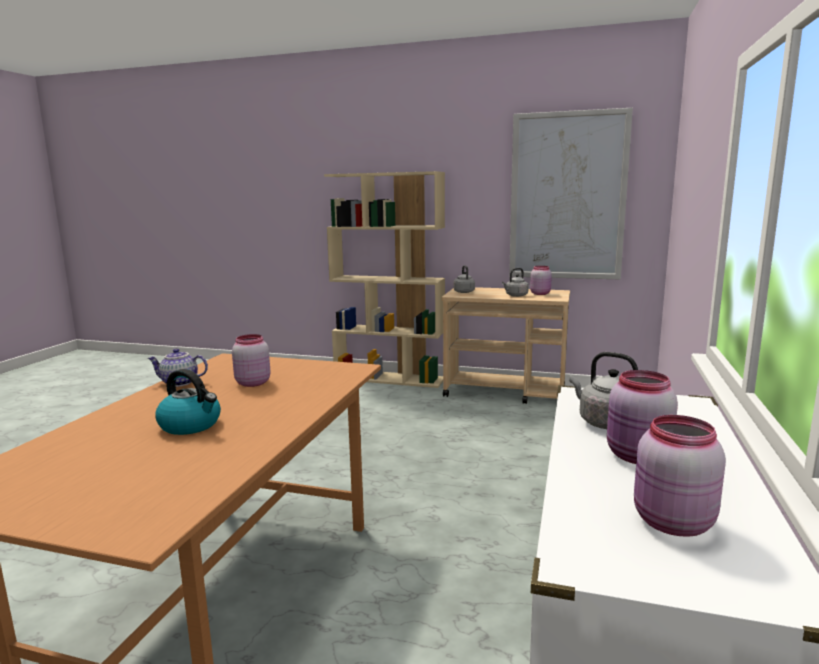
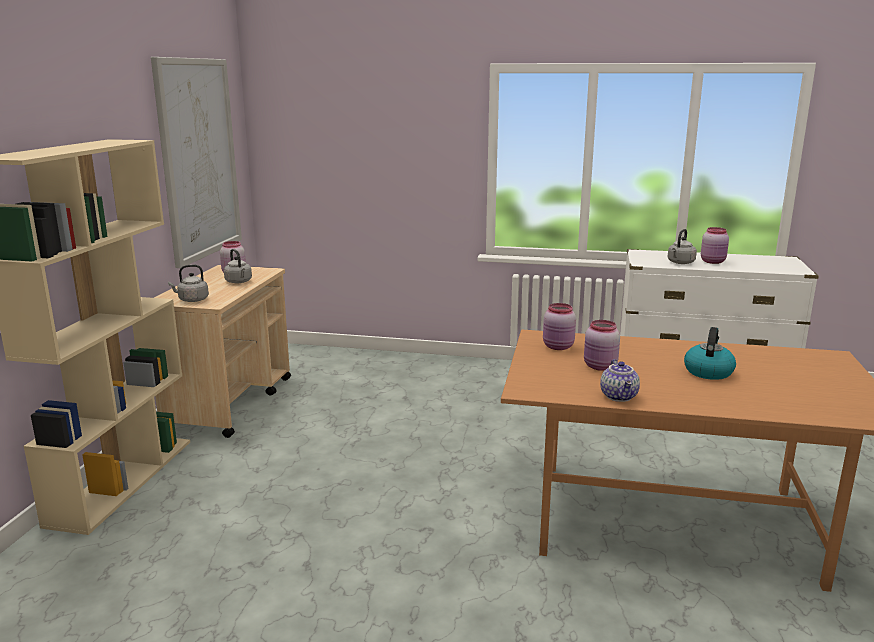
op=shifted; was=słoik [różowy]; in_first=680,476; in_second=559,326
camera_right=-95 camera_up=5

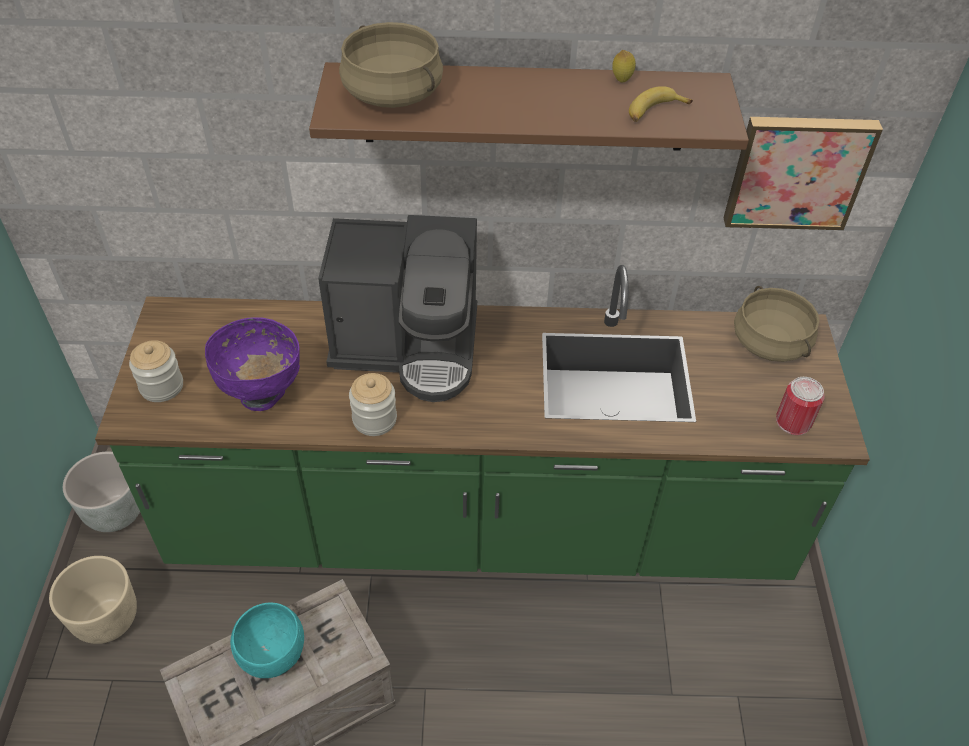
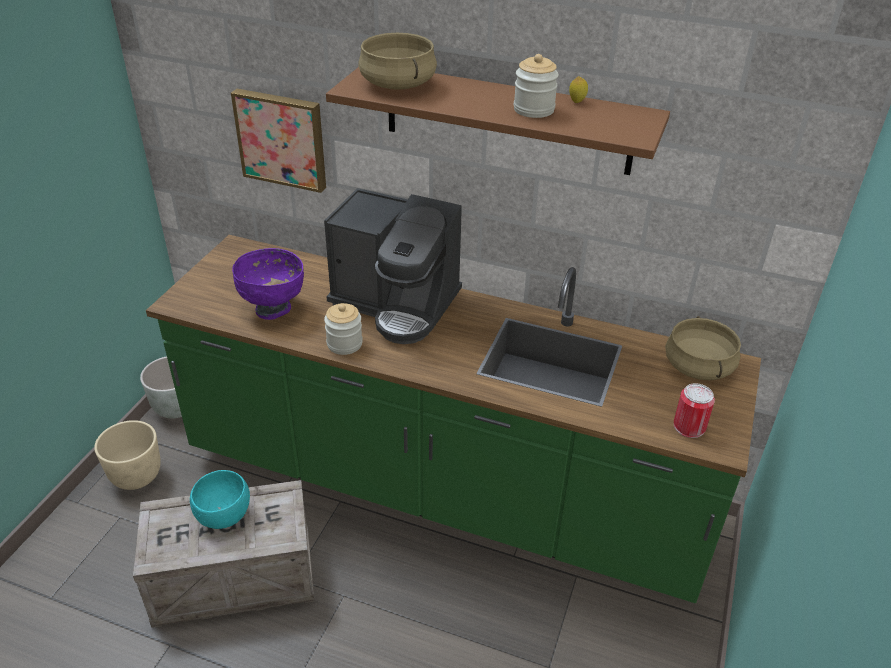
op=gone; was=banan; in_first=661,104
op=shifted; was=obraz; in_first=803,173; in_second=278,141
op=shifted; was=słoik; in_first=156,371; in_second=536,86
camera_right=20 camera_up=-10

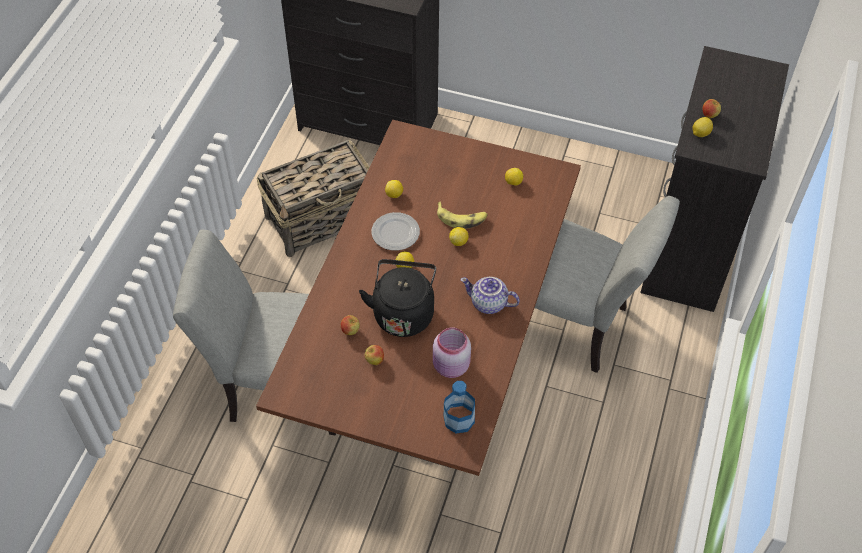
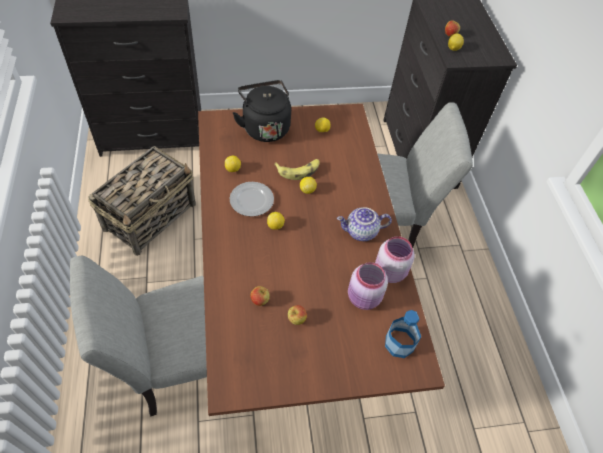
op=shifted; was=czajnik [czarny]; in_first=397,298; in_second=262,111
op=new; now=słoik [różowy]; in_second=395,259
camera_right=-30 camera_up=0

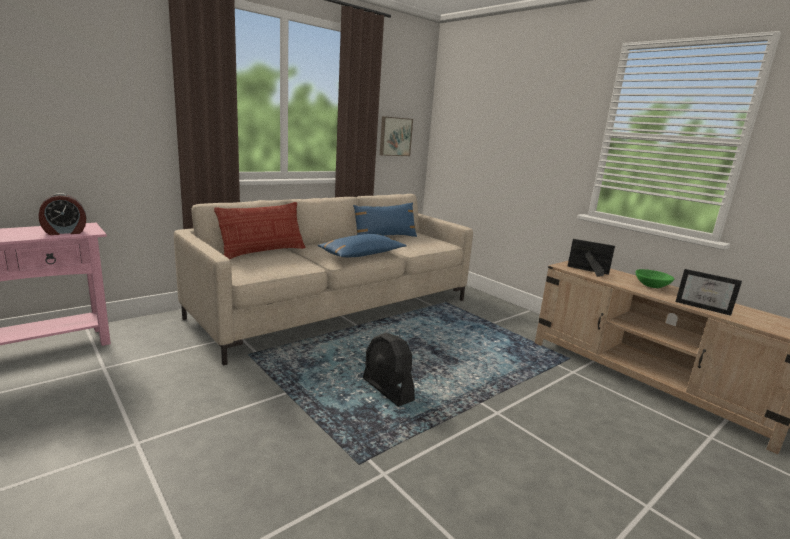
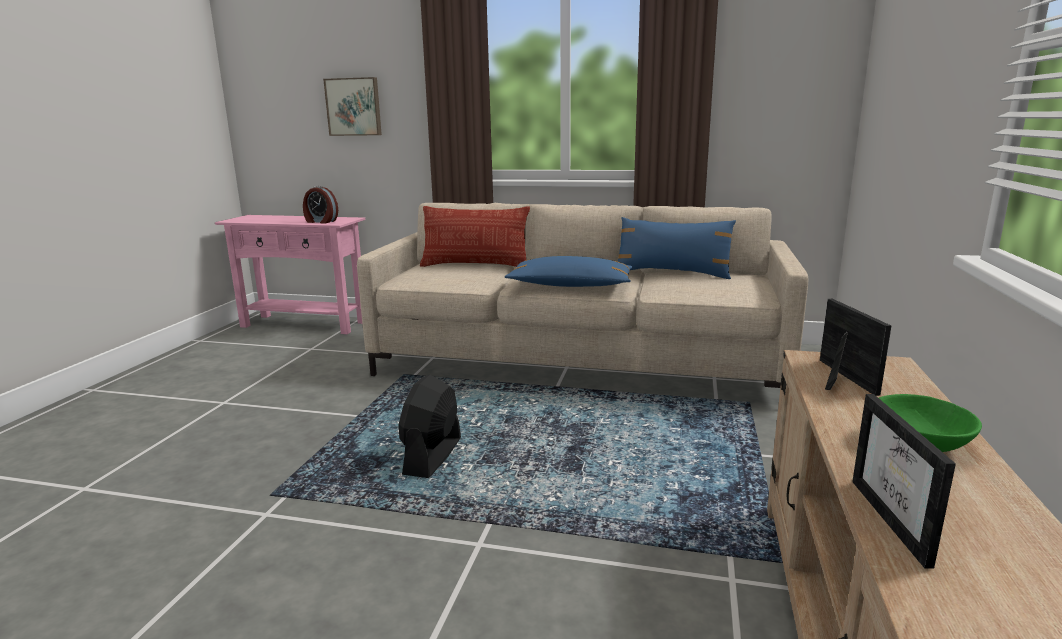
op=shifted; was=obraz; in_first=396,136; in_second=352,106
camera_right=55 camera_up=0

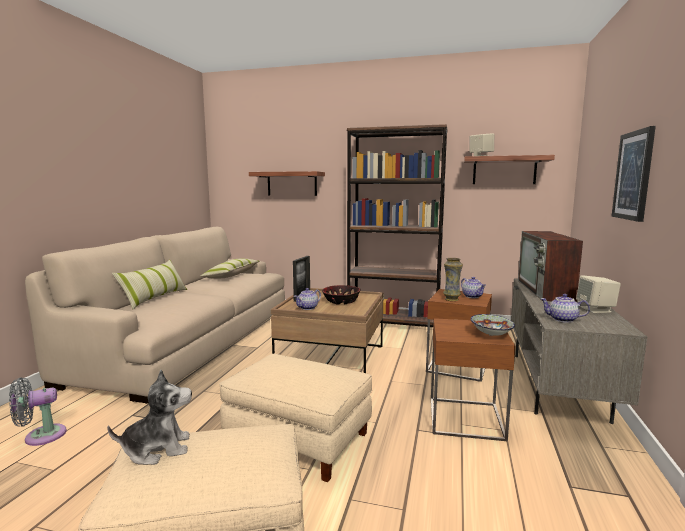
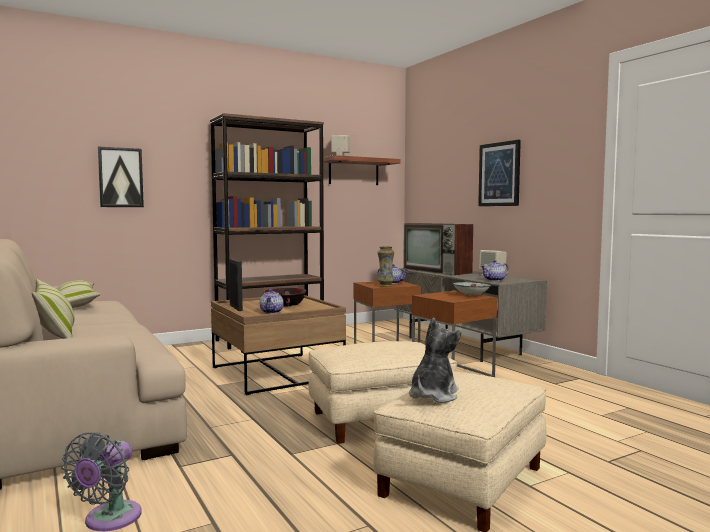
op=swapped; was=półka; now=obraz; in_first=287,183; in_second=121,176
camera_right=-45 camera_up=-5

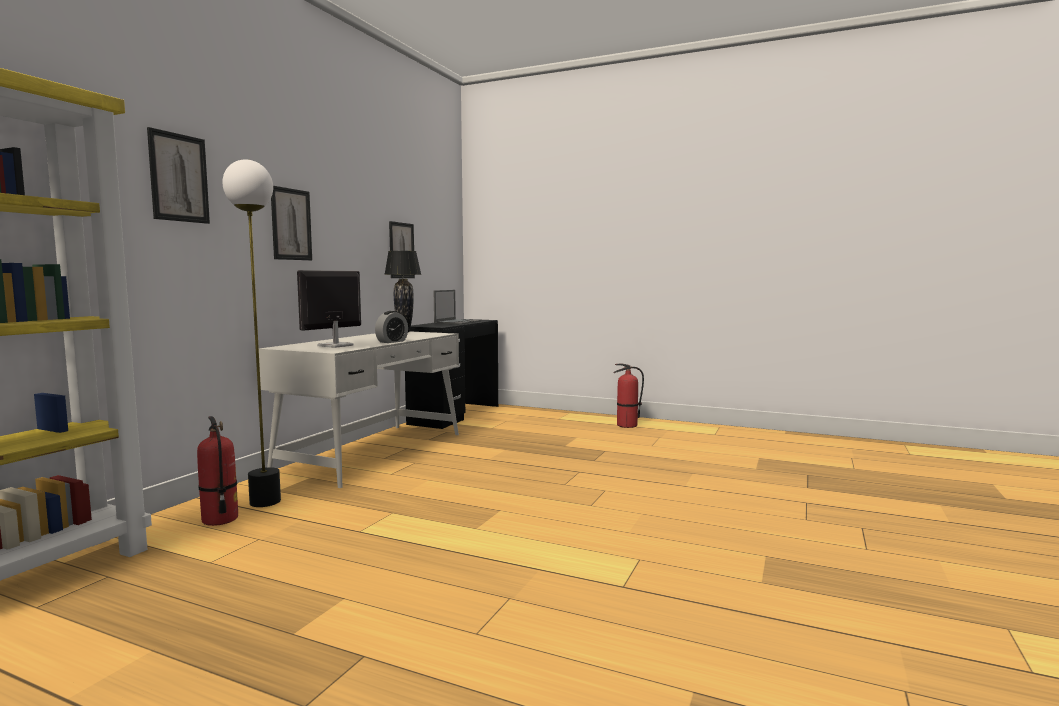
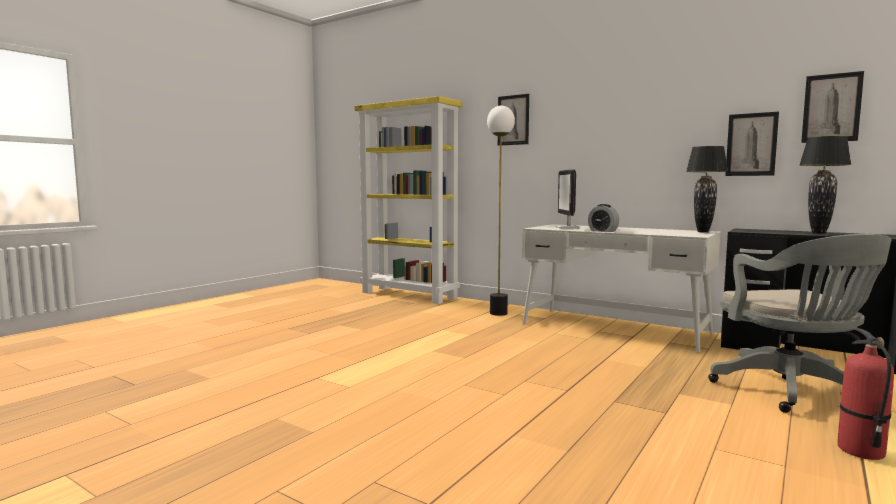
op=shifted; was=obraz; in_first=291,223; in_second=832,107
op=rotated; was=monitor; in_first=329,309; in_second=567,199; clockwise=-135
op=swapped; was=laptop; now=lampa stołowa [czarny]; in_first=457,307; in_second=825,185
op=gone; was=gaśnica; in_first=217,471
op=new; now=krzesło biurowe [szary]; in_second=800,323
camera_right=100 camera_up=0

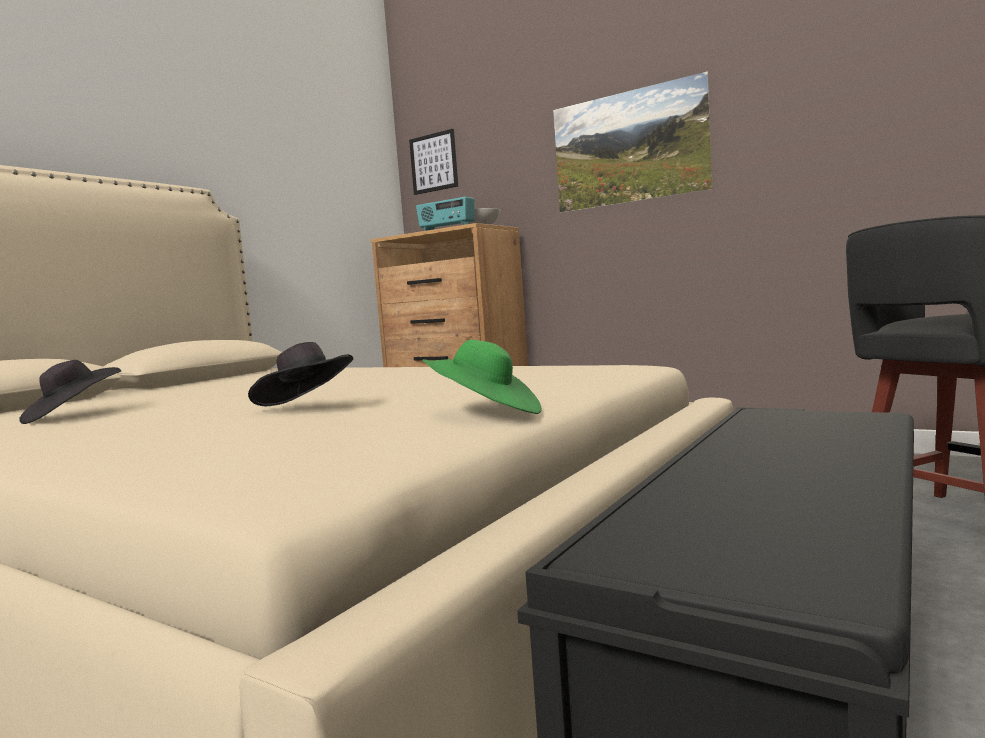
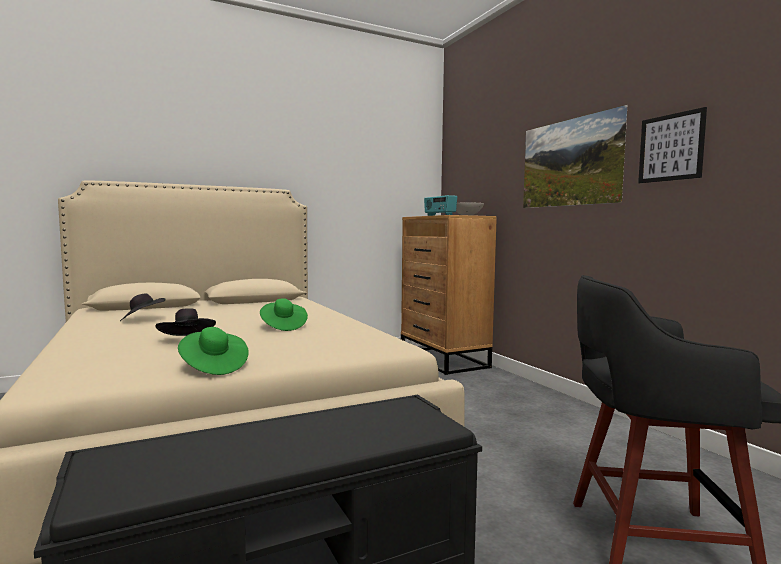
op=shifted; was=obraz; in_first=433,162; in_second=672,145
op=new; now=kapelusz [zielony]; in_second=284,314
camera_right=30 camera_up=0

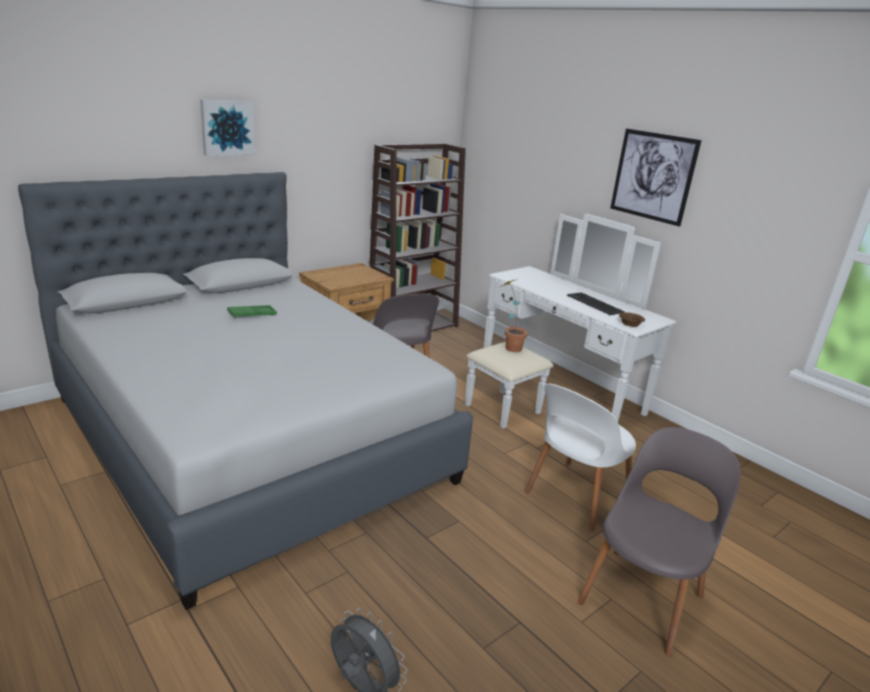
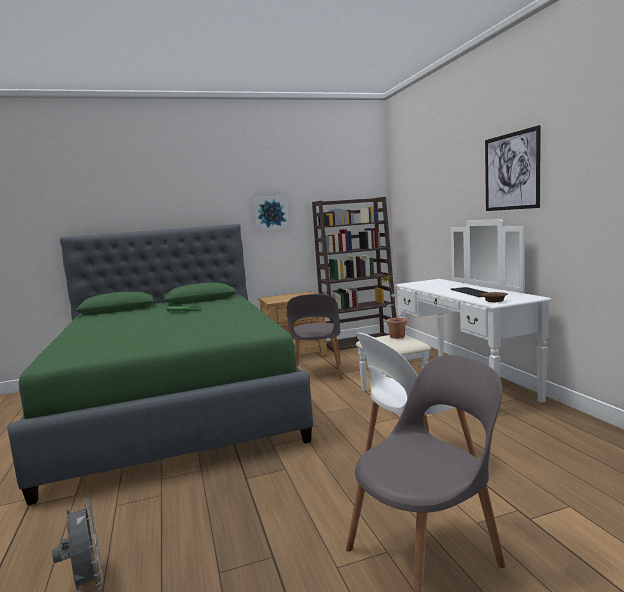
op=shifted; was=obraz; in_first=227,128; in_second=271,213
op=repainted; was=łóżko [szary]; now=łóżko [zielony]; in_first=245,391; in_second=160,364
camera_right=25 camera_up=-15

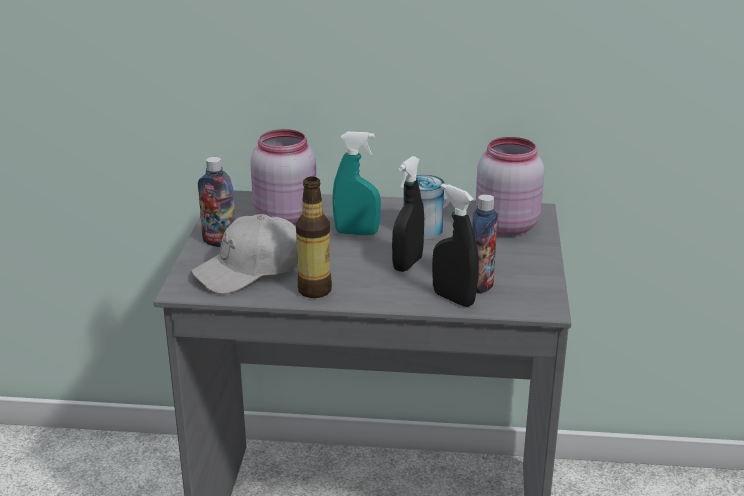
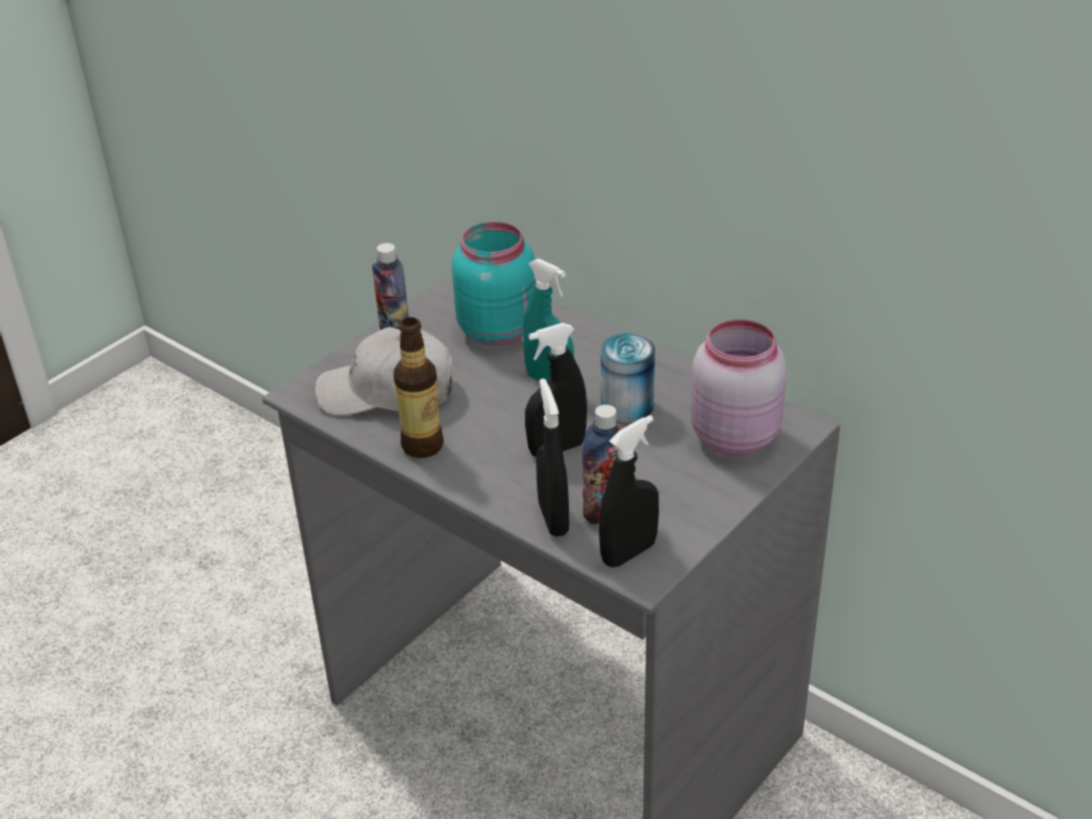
op=repainted; was=słoik [różowy]; now=słoik [turkusowy]; in_first=283,177; in_second=494,284
op=new; now=spryskiwacz [czarny]; in_second=629,491
camera_right=35 camera_up=10

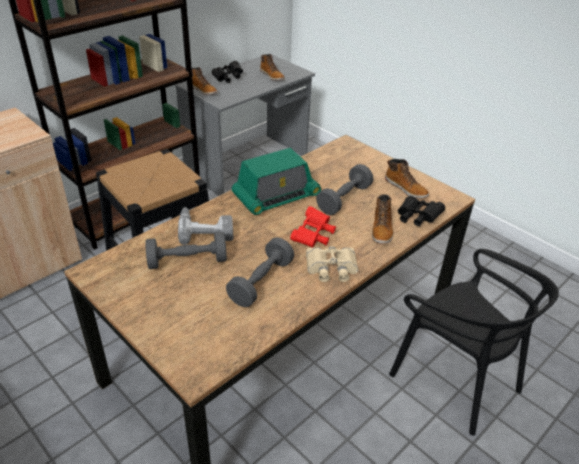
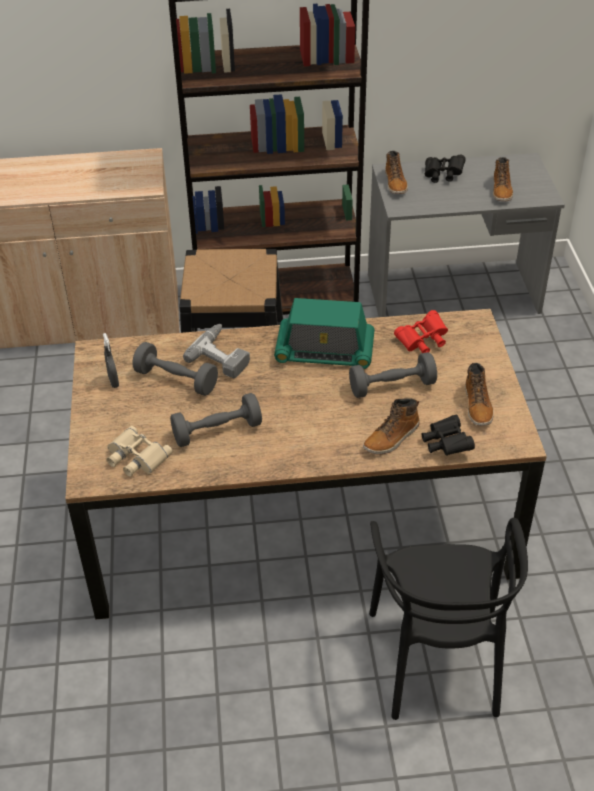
op=shifted; was=lornetka [czerwony]; in_first=313,227; in_second=421,331
op=shifted; was=lornetka [beżowy]; in_first=332,264; in_second=139,451
op=new; now=spryskiwacz [szary]; in_second=111,360
camera_right=40 camera_up=5

